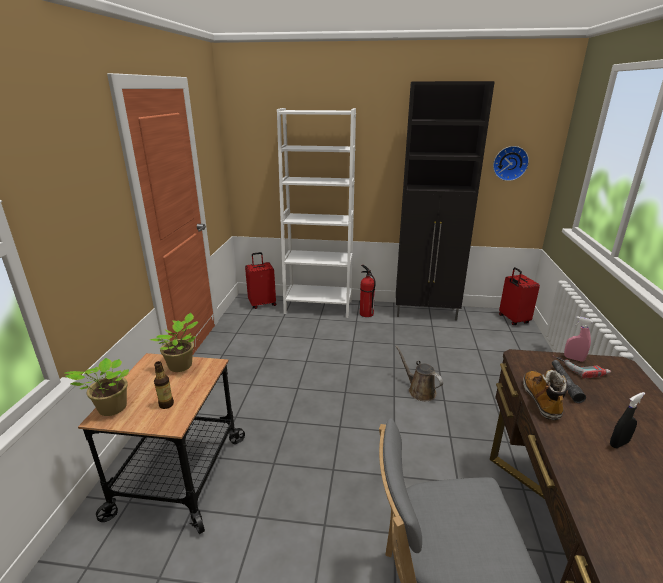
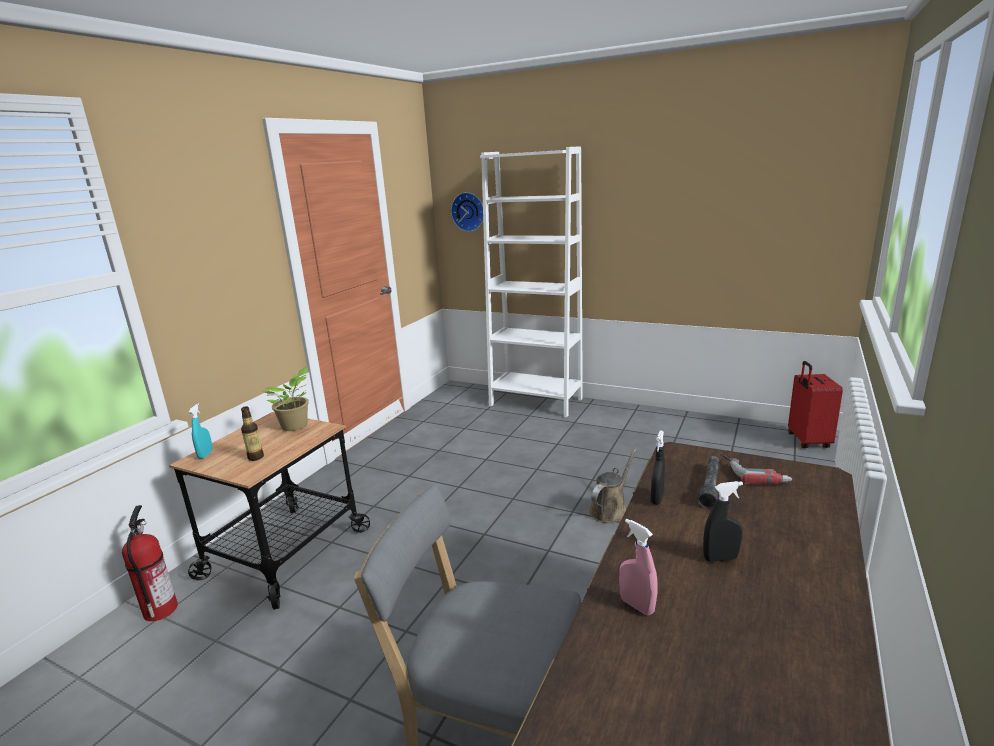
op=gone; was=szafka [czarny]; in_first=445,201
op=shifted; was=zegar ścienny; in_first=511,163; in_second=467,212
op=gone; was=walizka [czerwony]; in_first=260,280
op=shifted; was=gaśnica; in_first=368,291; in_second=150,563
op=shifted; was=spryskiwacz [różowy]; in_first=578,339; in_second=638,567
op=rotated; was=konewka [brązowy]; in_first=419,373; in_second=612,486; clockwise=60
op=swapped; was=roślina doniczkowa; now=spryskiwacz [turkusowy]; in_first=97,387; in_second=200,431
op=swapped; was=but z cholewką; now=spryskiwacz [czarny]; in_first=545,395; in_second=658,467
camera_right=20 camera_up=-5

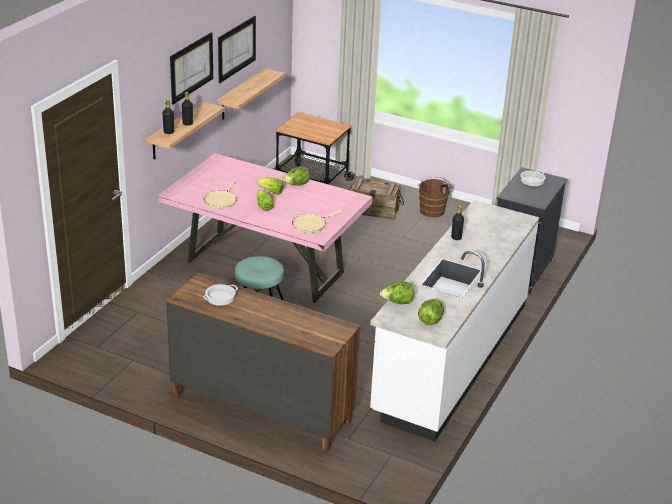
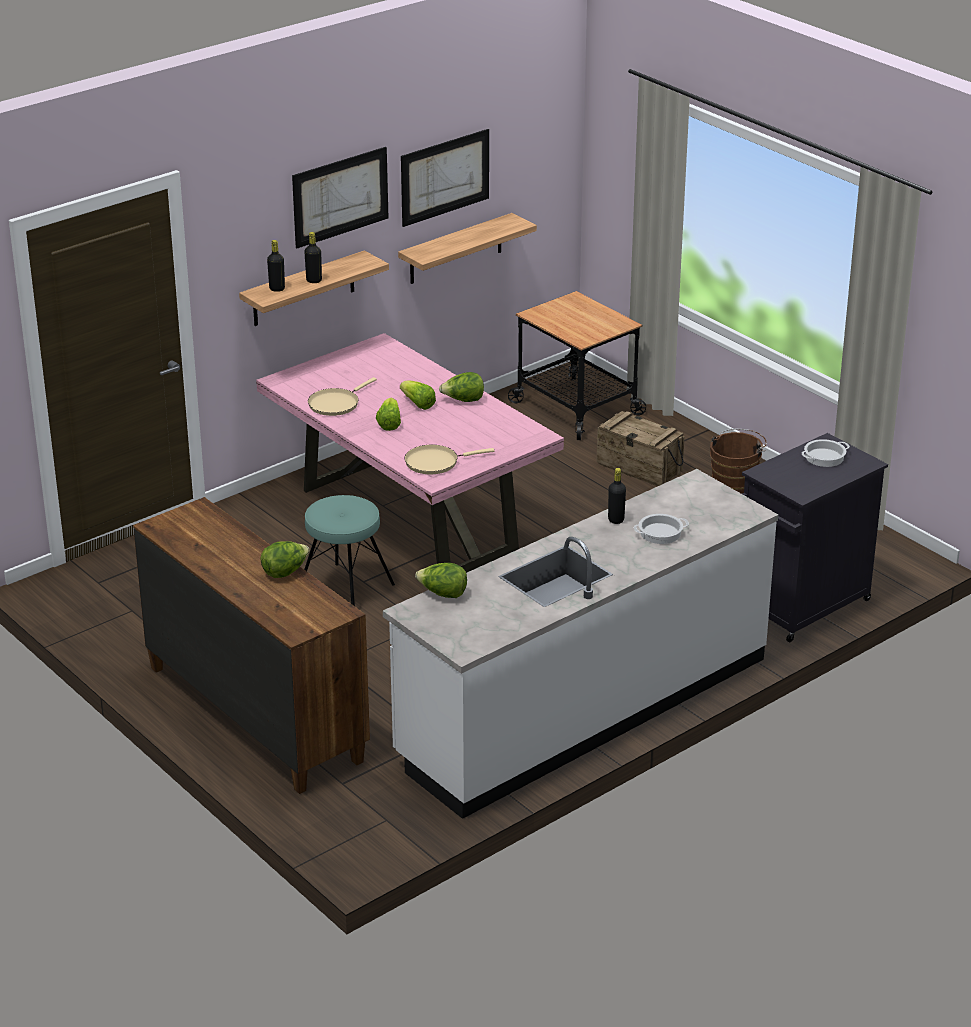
op=shifted; was=garnek; in_first=220,295; in_second=661,529
op=shifted; was=sałata; in_first=431,312; in_second=284,559
camera_right=25 camera_up=0

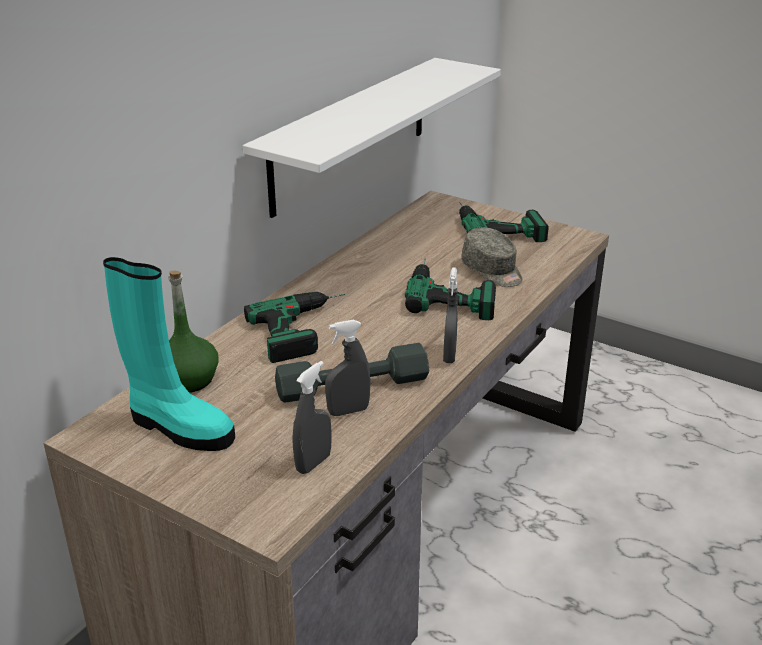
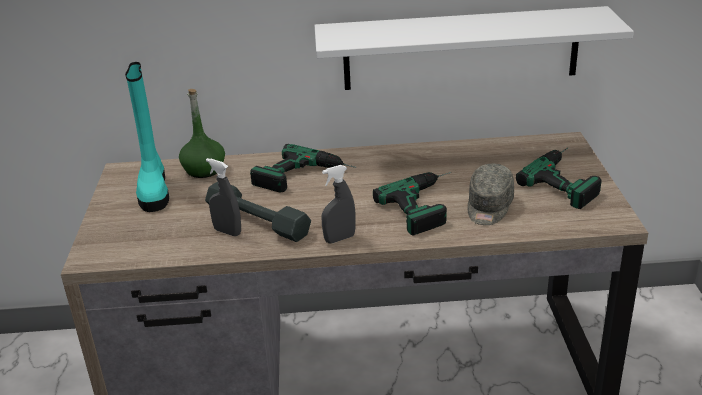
op=gone; was=spryskiwacz [szary]; in_first=312,417
camera_right=55 camera_up=0

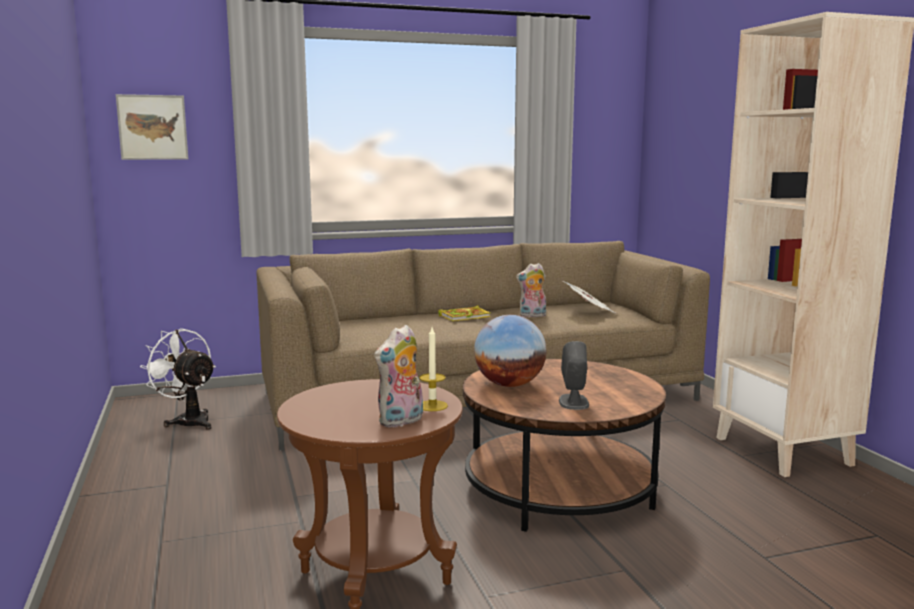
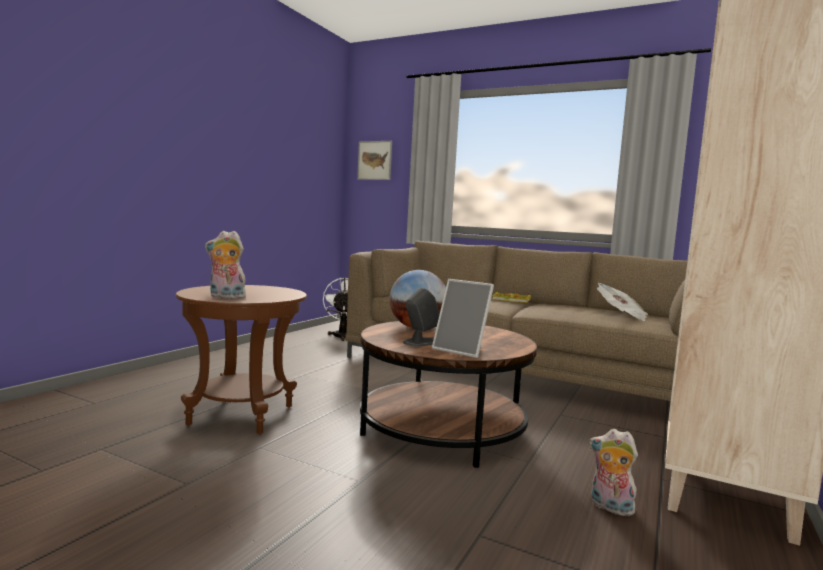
op=shifted; was=pluszak; in_first=531,290; in_second=614,472
op=gone; was=świeca; in_first=433,369
op=new; now=ramka na zdjęcie; in_second=463,318
camera_right=45 camera_up=-5

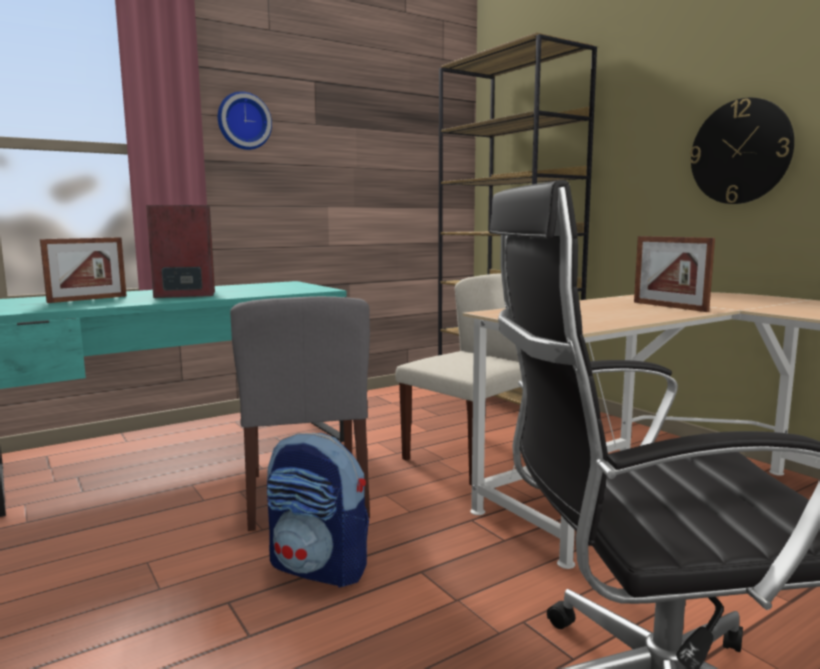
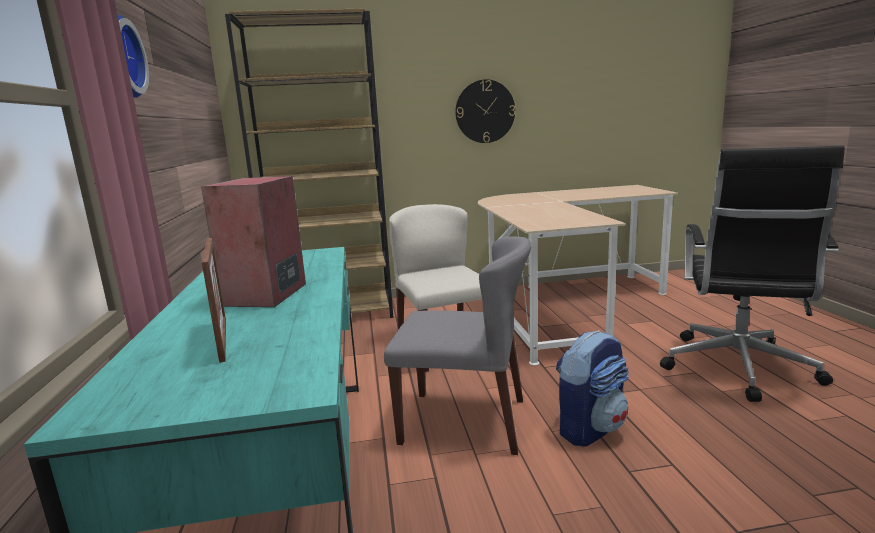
op=gone; was=ramka na zdjęcie; in_first=674,274
camera_right=-65 camera_up=5

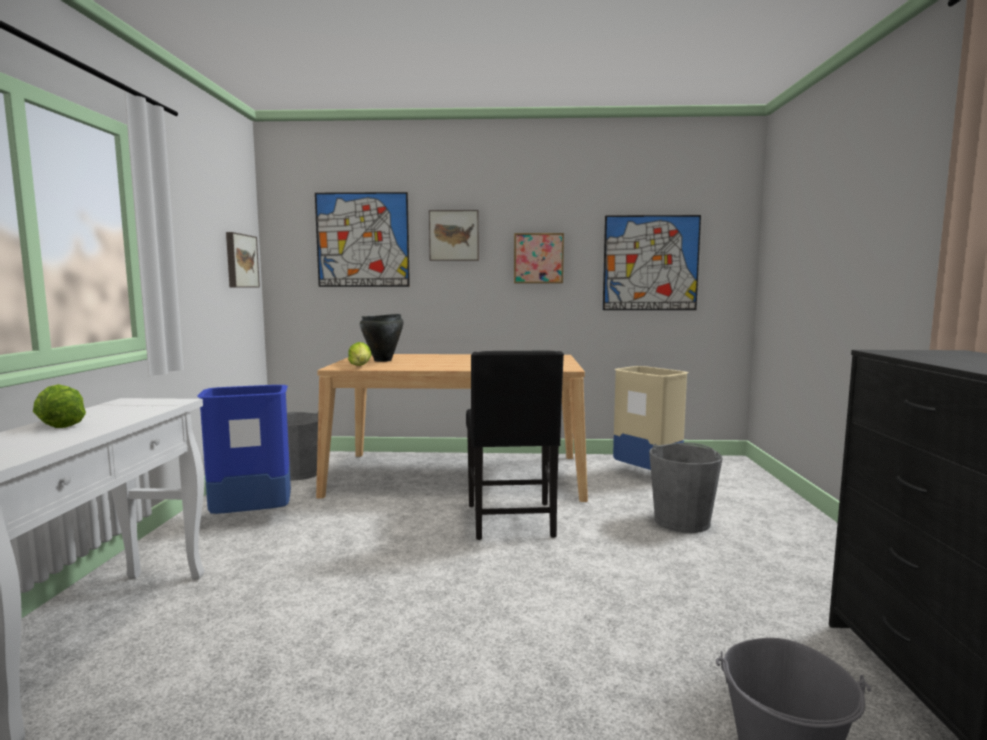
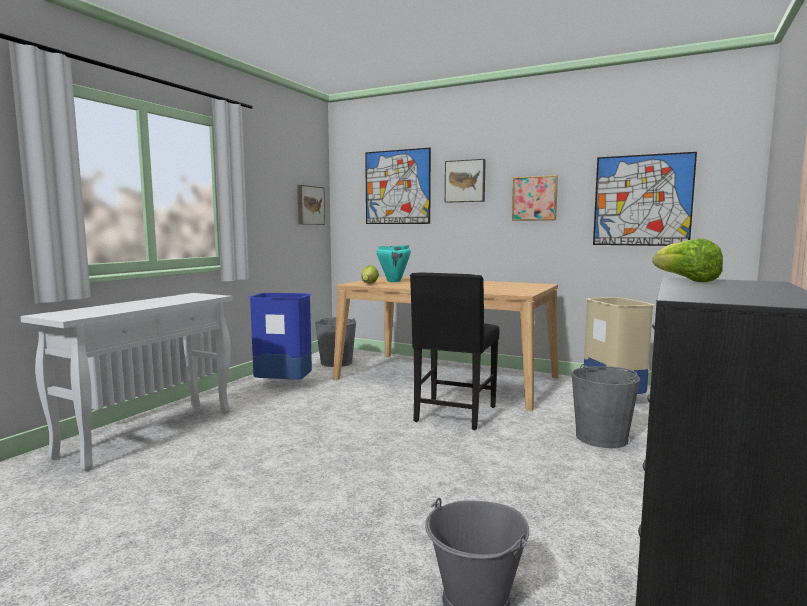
op=repainted; was=garnek [czarny]; now=garnek [turkusowy]; in_first=381,338; in_second=394,263
op=shifted; was=sałata; in_first=59,406; in_second=687,260
camera_right=25 camera_up=0

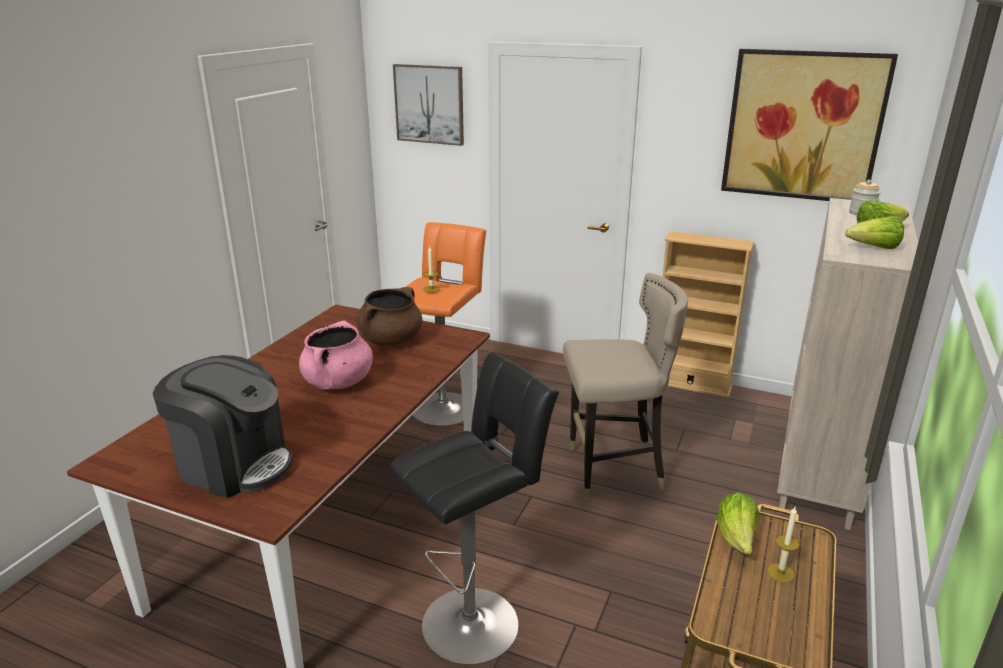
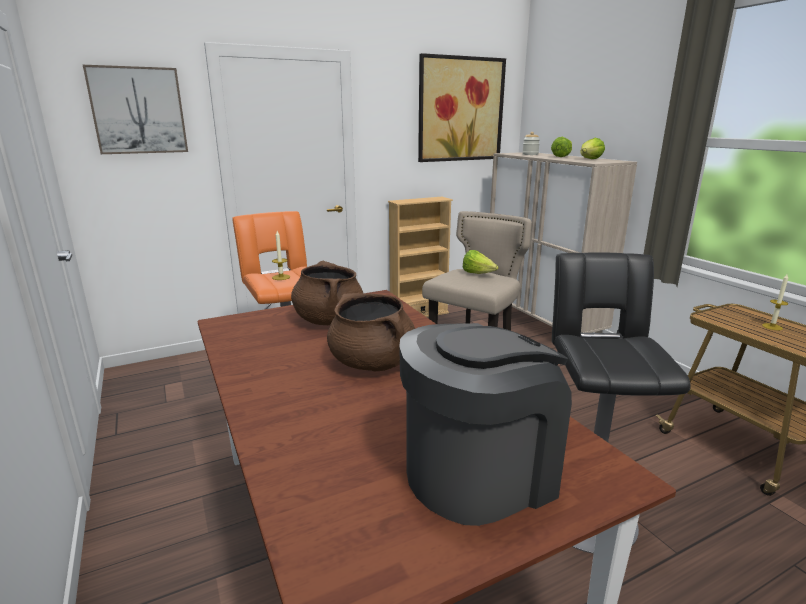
op=repainted; was=garnek [różowy]; now=garnek [brązowy]; in_first=336,355; in_second=371,332
op=shifted; was=sałata; in_first=737,523; in_second=480,262
camera_right=-50 camera_up=-5

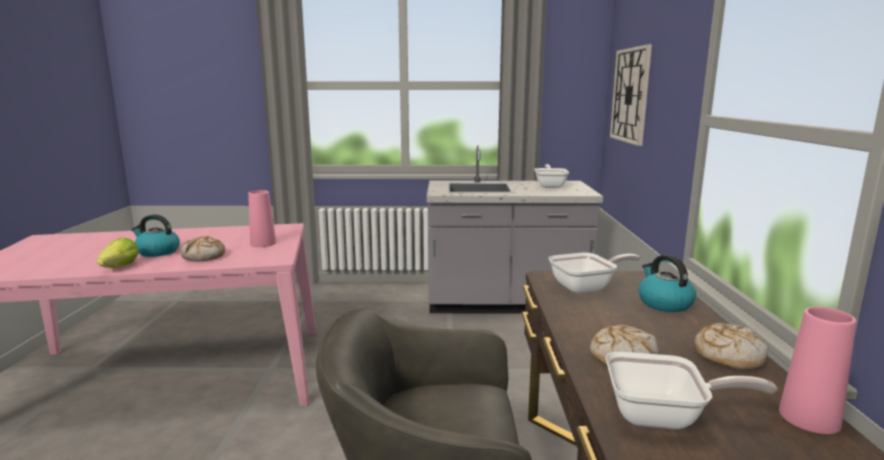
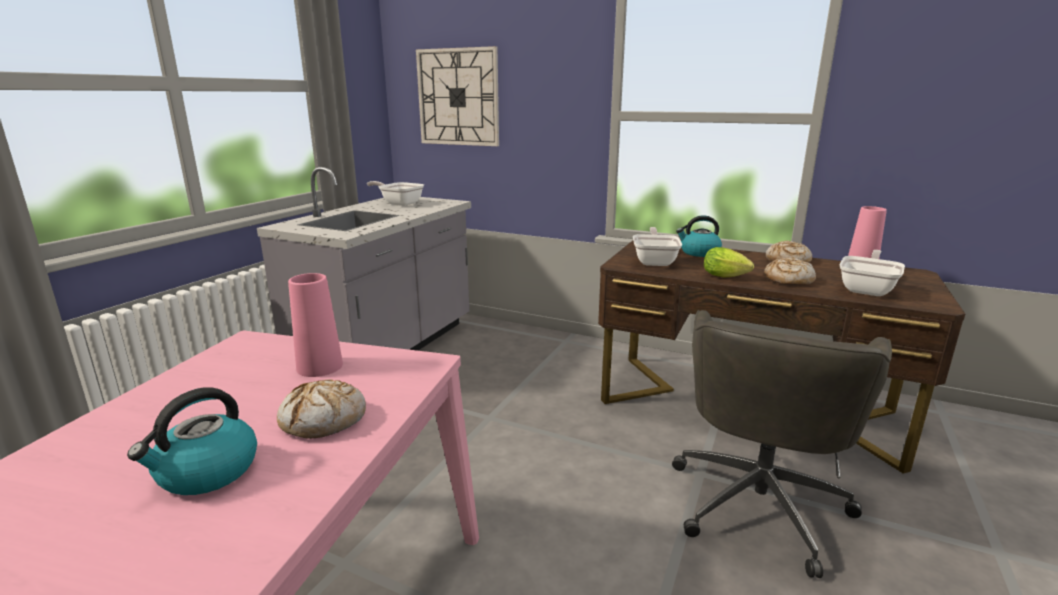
op=shifted; was=sałata; in_first=118,252; in_second=729,262
camera_right=-65 camera_up=5

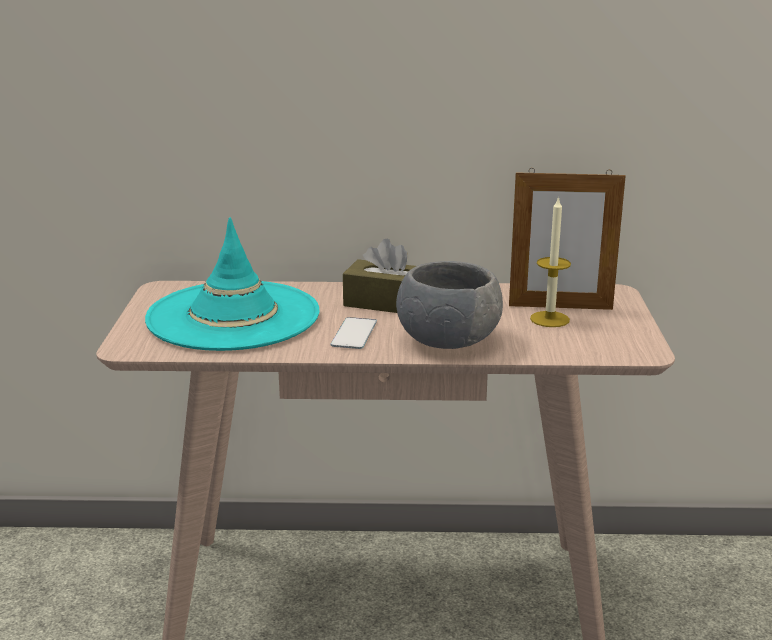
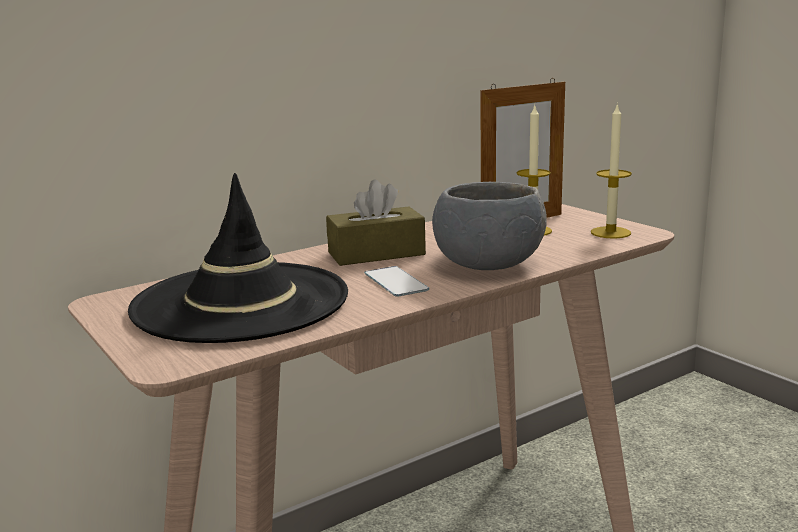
op=repainted; was=kapelusz [turkusowy]; now=kapelusz [czarny]; in_first=232,284; in_second=238,258
op=new; now=świeca; in_second=611,171
camera_right=-35 camera_up=-5

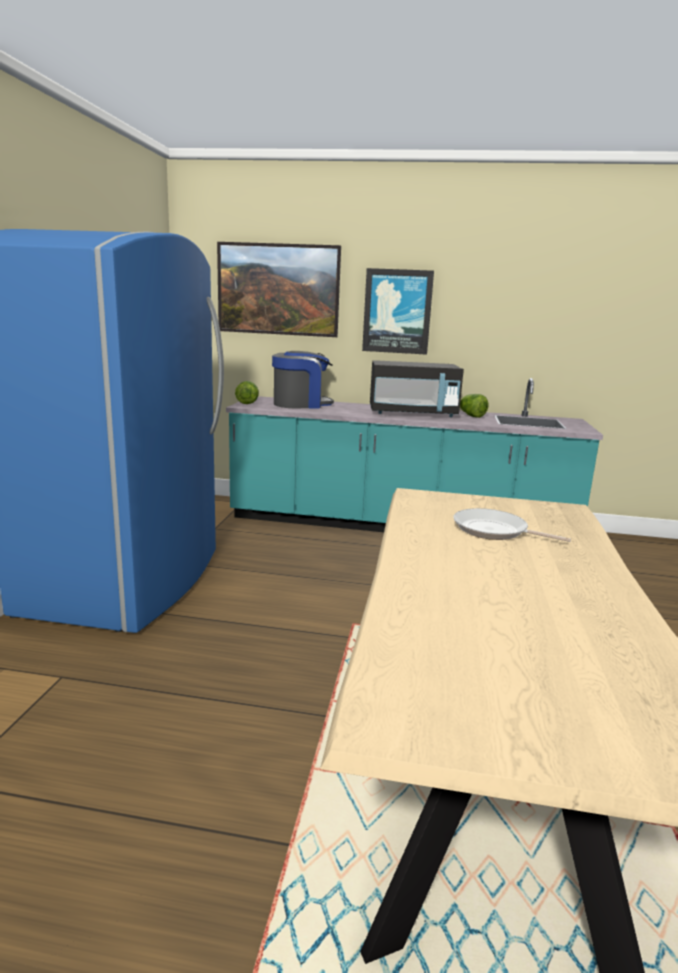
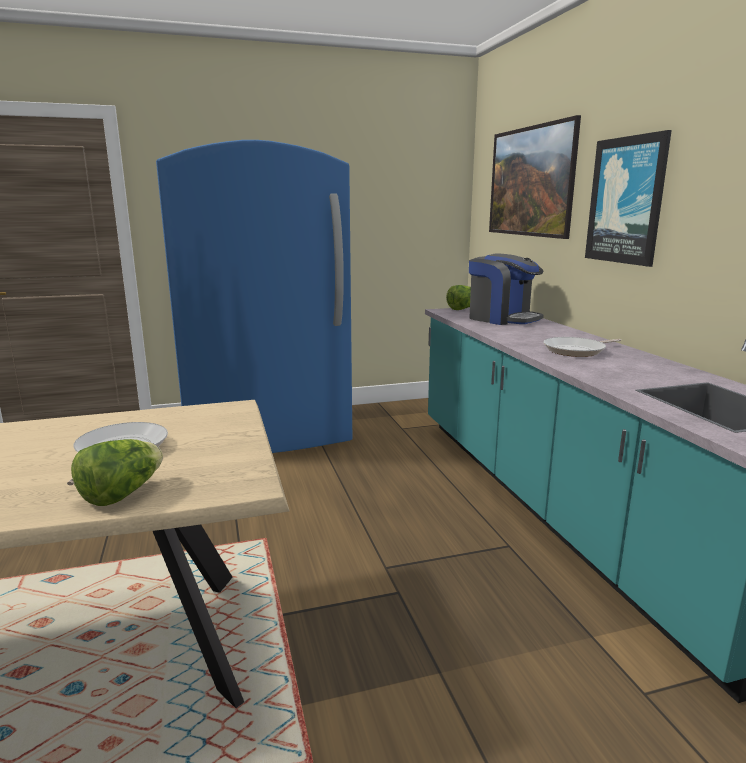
op=swapped; was=mikrofalówka [czarny]; now=patelnia; in_first=417,388; in_second=582,347
op=shifted; was=sałata; in_first=474,406; in_second=117,472
camera_right=65 camera_up=0

